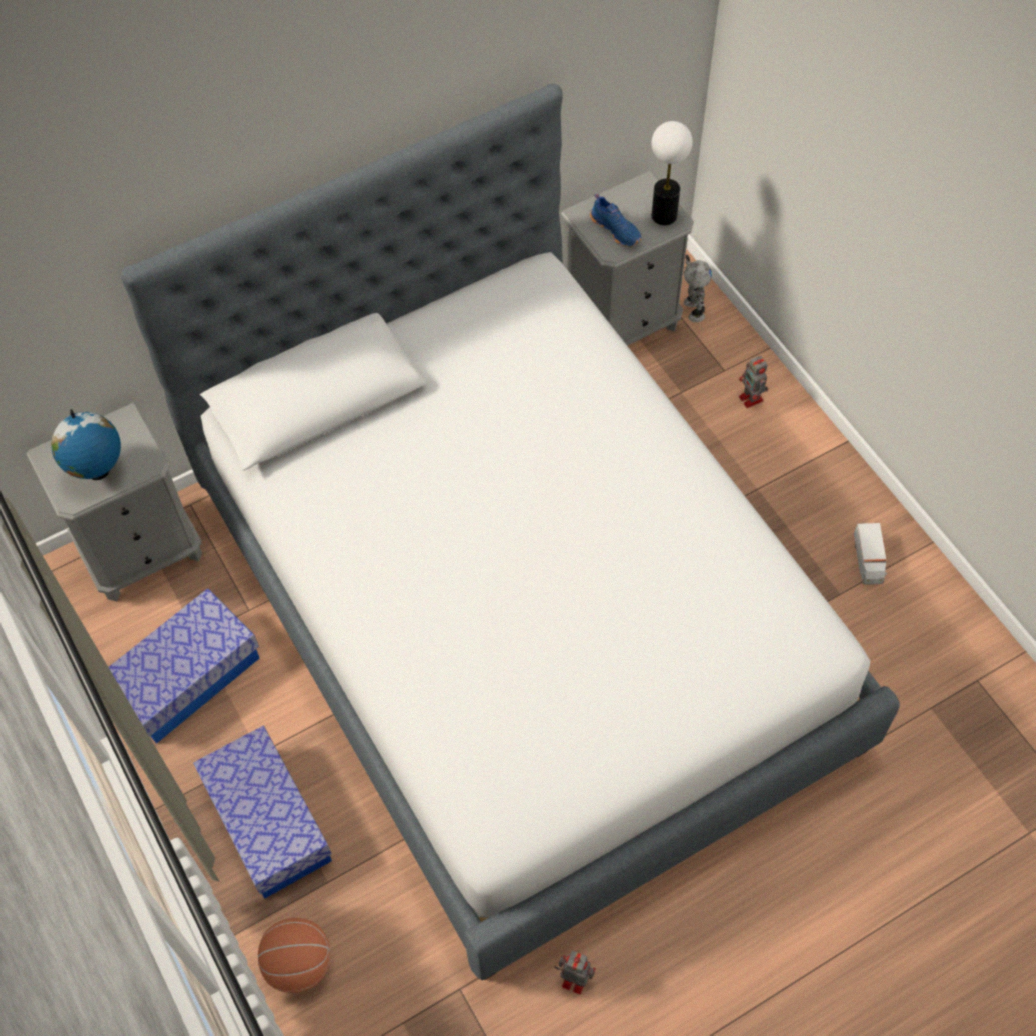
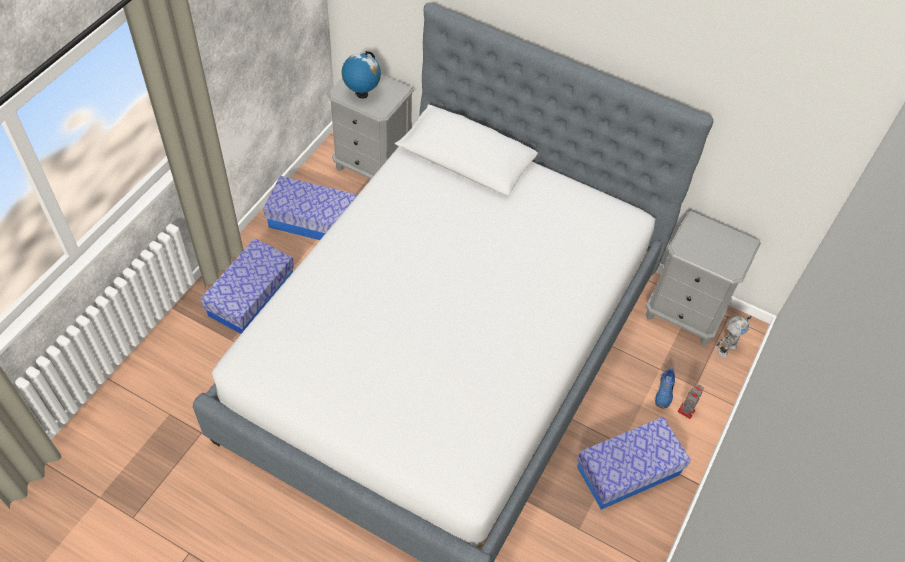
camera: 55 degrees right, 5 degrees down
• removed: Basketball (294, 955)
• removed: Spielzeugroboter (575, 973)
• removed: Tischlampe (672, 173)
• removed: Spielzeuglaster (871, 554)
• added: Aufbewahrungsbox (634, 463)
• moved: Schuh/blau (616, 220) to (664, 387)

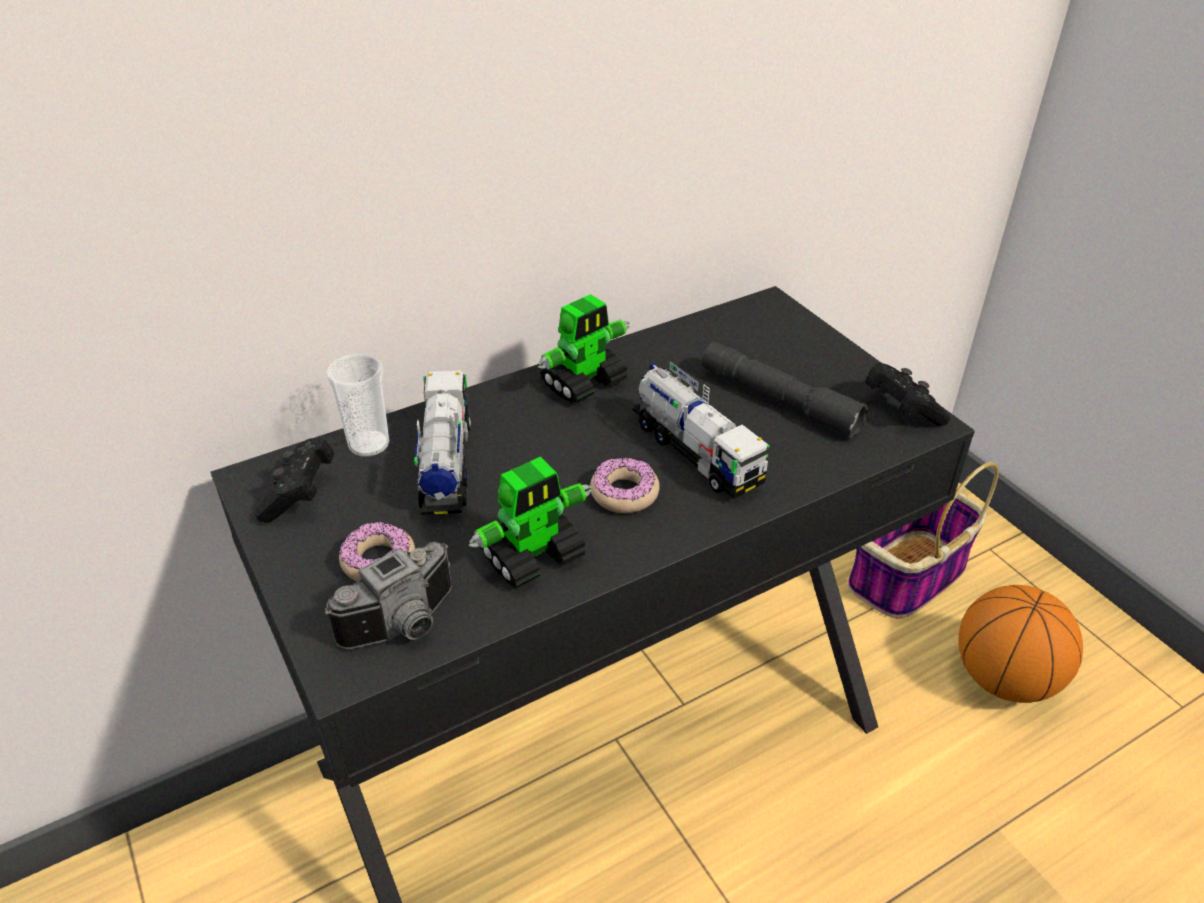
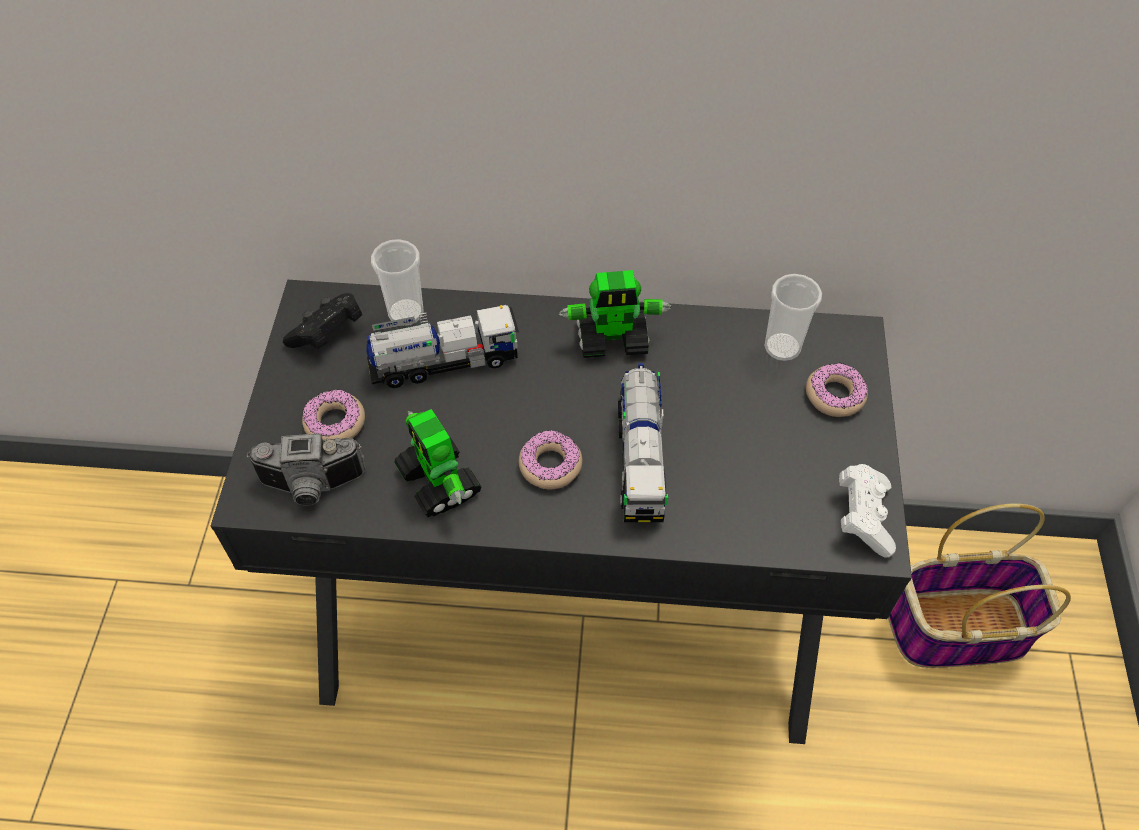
camera: 35 degrees right, 15 degrees up
• removed: Taschenlampe/grau (785, 390)
• removed: Basketball (1021, 644)
• added: Tasse (793, 317)
• added: Donut (837, 390)
• recoloured: Gamepad/schwarz (907, 394) to Gamepad/weiß (867, 511)
• turned: Spielzeuglaster (442, 442) = (443, 346) 45 degrees clockwise
• turned: Spielzeugroboter (530, 522) = (438, 463) 60 degrees clockwise

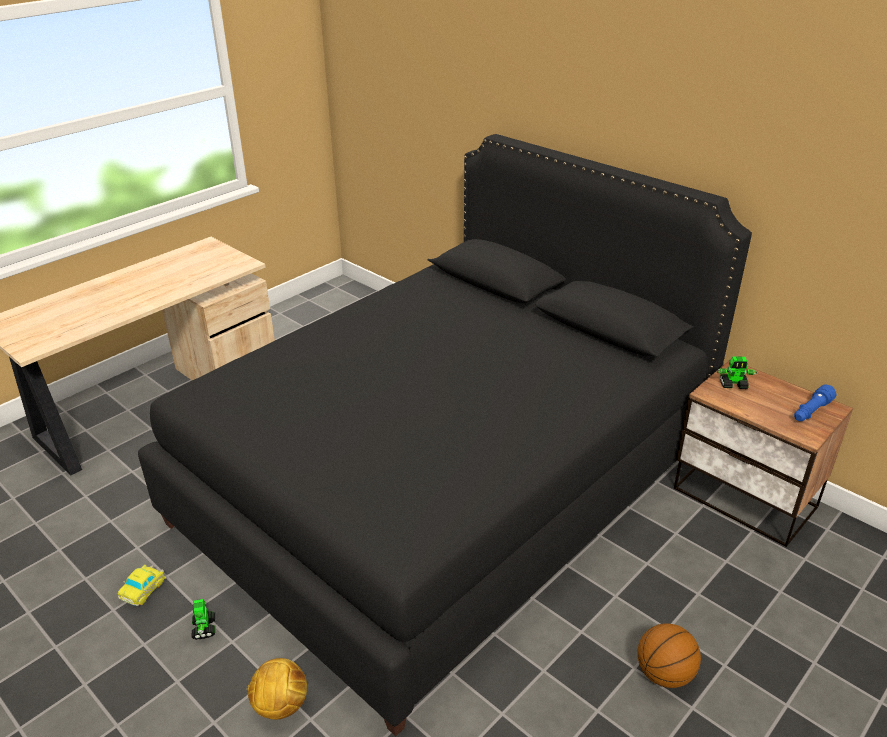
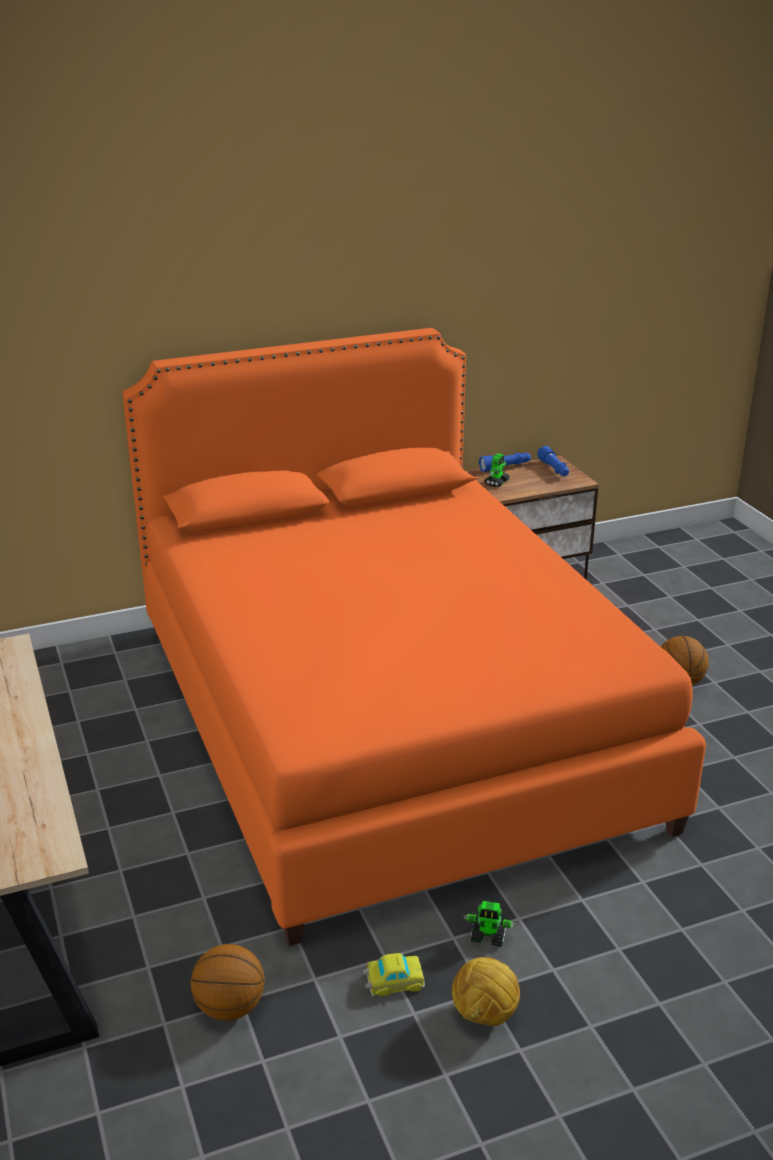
camera: 65 degrees left, 5 degrees down
• added: Basketball (228, 982)
• added: Taschenlampe/blau (505, 462)
• moved: Fußball (277, 689) to (486, 991)
• recoloured: Bett/schwarz (445, 435) to Bett/orange (414, 637)
• turned: Spielzeugauto (141, 585) = (394, 974) 60 degrees counterclockwise

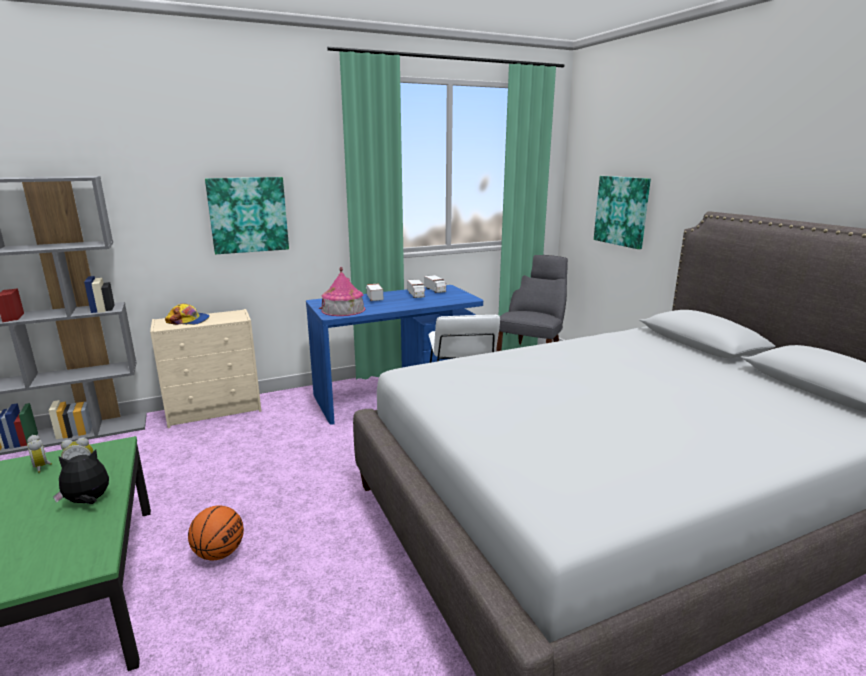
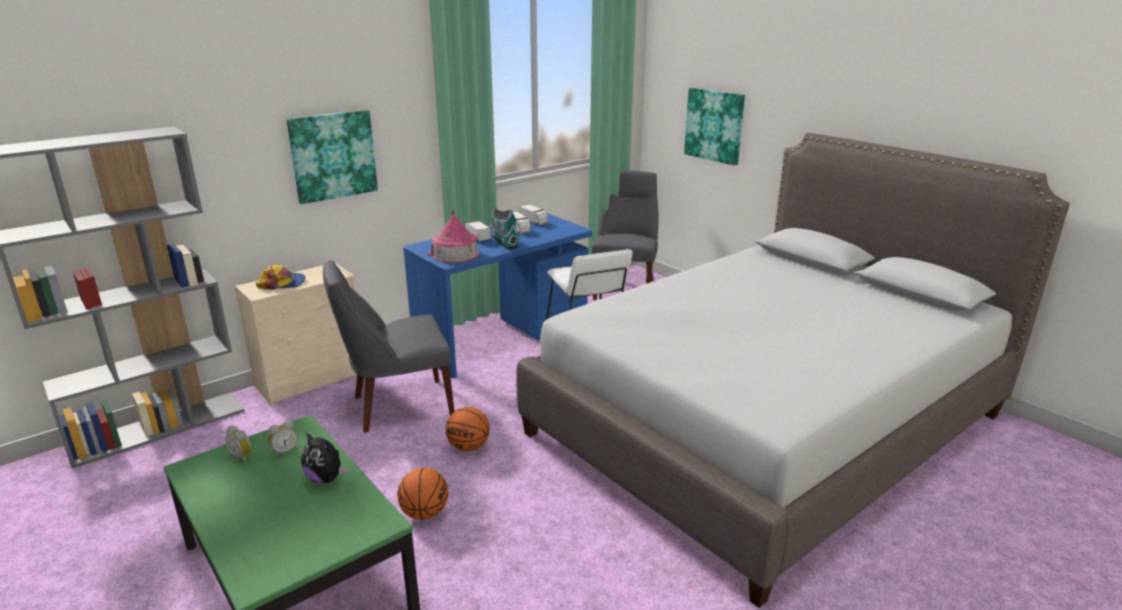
camera: 15 degrees left, 5 degrees up
• added: Stuhl/grau (388, 346)
• added: Basketball (467, 429)
• added: Spielzeughaus (504, 229)
• turned: Plüschtier (81, 477) = (324, 458) 105 degrees counterclockwise

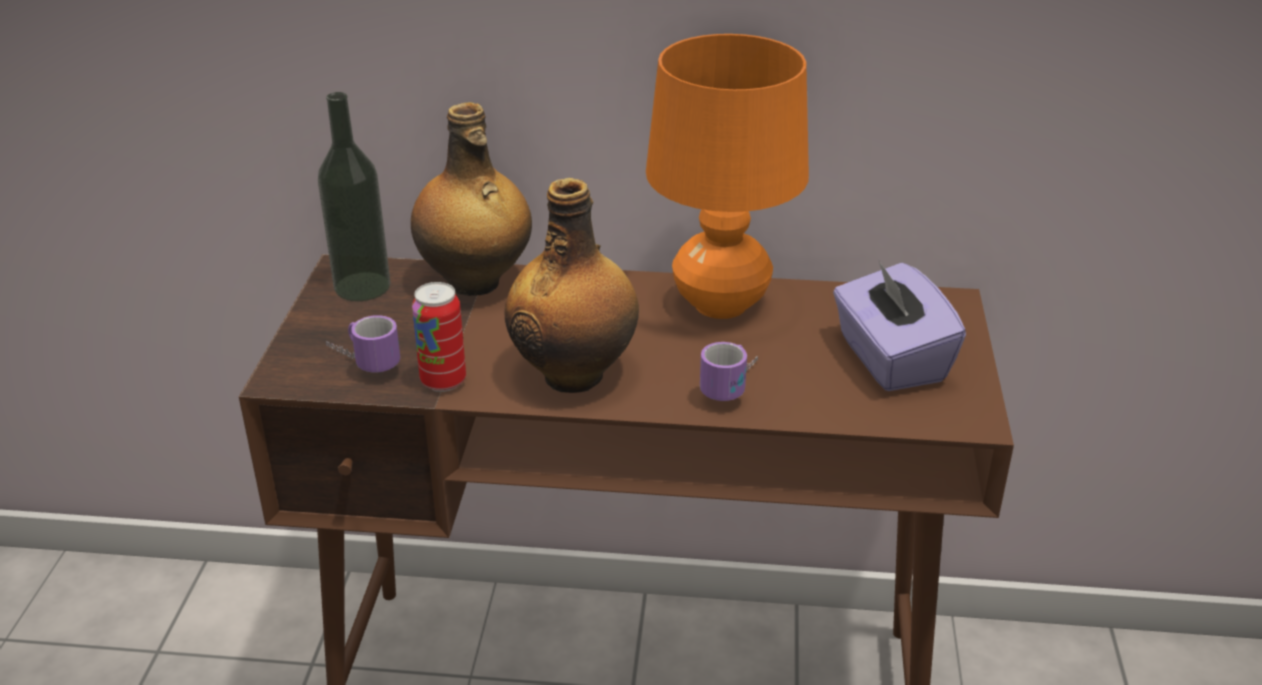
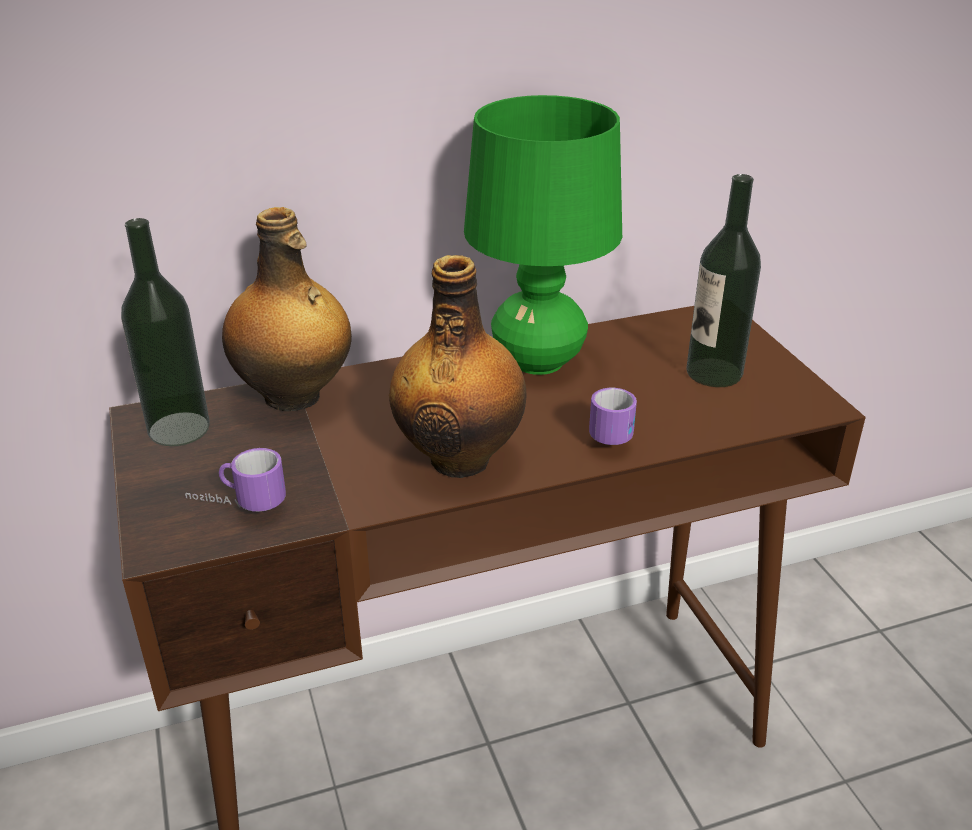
camera: 25 degrees left, 0 degrees up
• removed: Dose (439, 337)
• replaced: Taschentuchbox/lila (899, 325) to Flasche (723, 280)
• recoloured: Tischlampe/orange (727, 176) to Tischlampe/grün (543, 235)

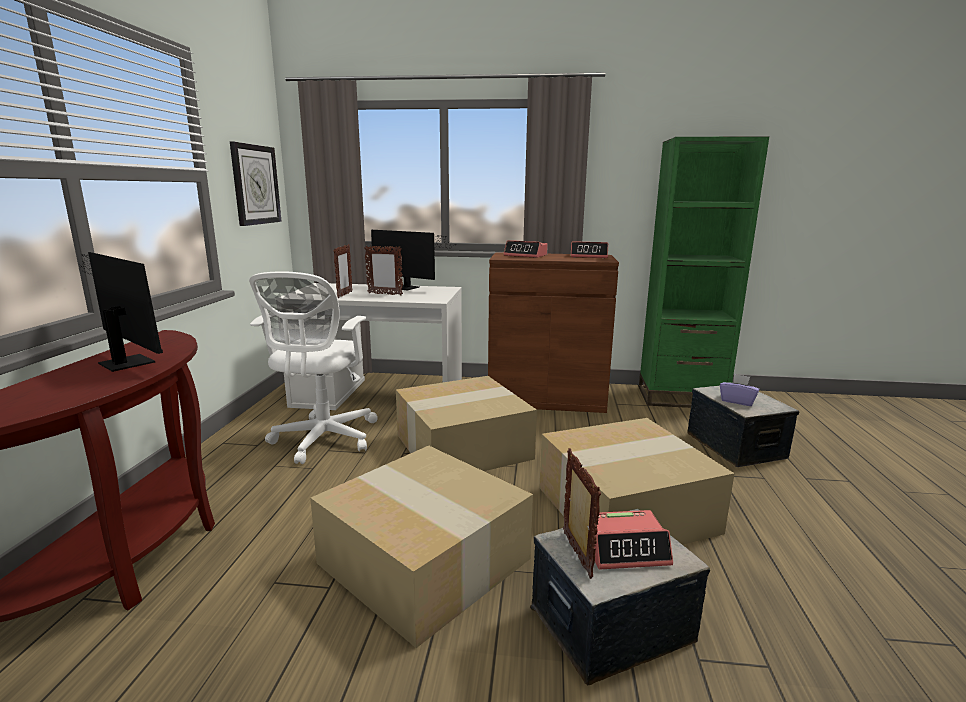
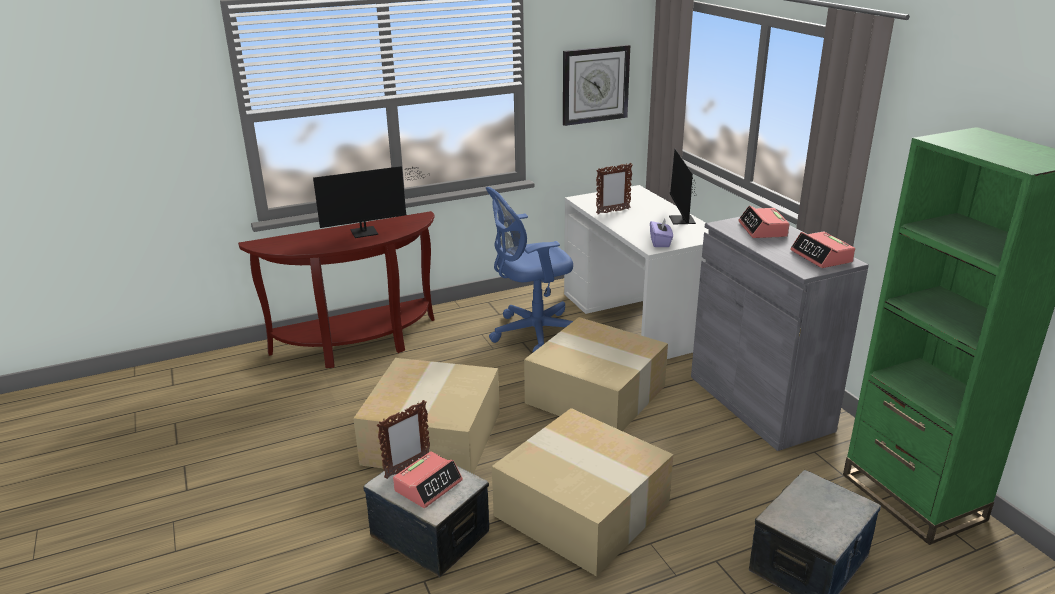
camera: 60 degrees right, 10 degrees up
• removed: Bilderrahmen (383, 270)
• moved: Taschentuchbox/lila (739, 390) to (661, 232)
• recoloured: Bürostuhl/weiß (313, 367) to Bürostuhl/blau (529, 269)
• recoloured: Schrank/braun (553, 332) to Schrank/grau (780, 333)
• turned: Monitor (122, 312) = (369, 202) 60 degrees clockwise
• turned: Wecker (633, 540) = (428, 479) 105 degrees counterclockwise

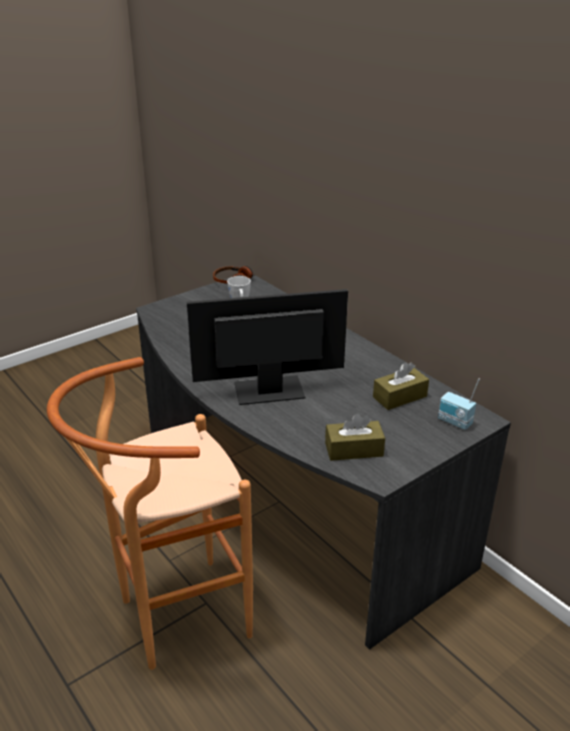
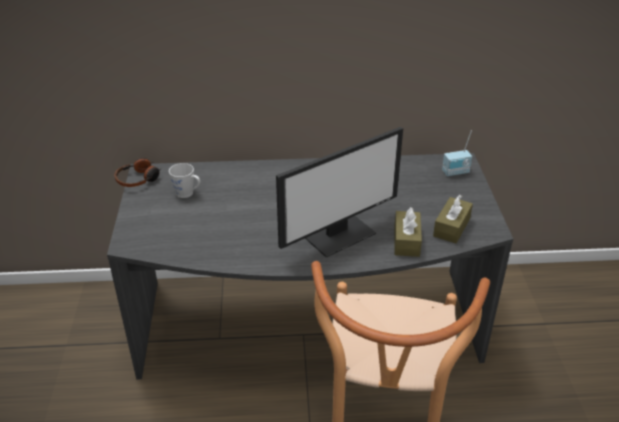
camera: 55 degrees left, 5 degrees up
• moved: Taschentuchbox/braun (401, 386) to (408, 232)
• turned: Monitor (267, 347) = (339, 192) 150 degrees counterclockwise

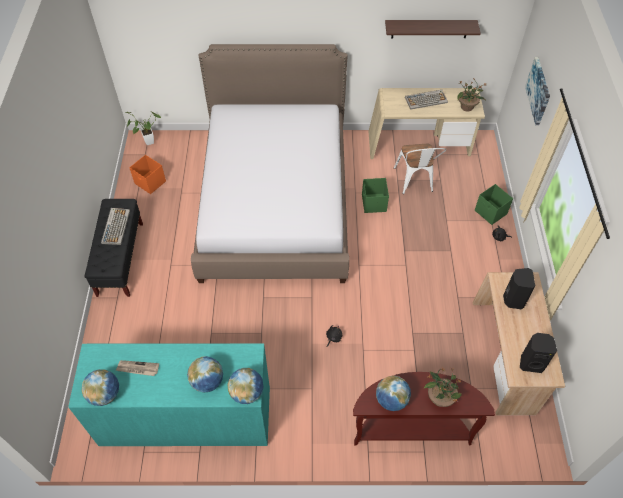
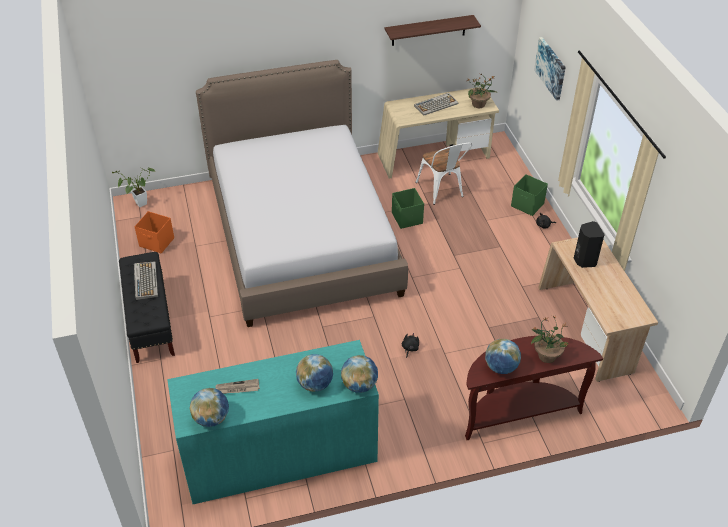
camera: 15 degrees left, 10 degrees down
• removed: Lautsprecher/schwarz (538, 353)

